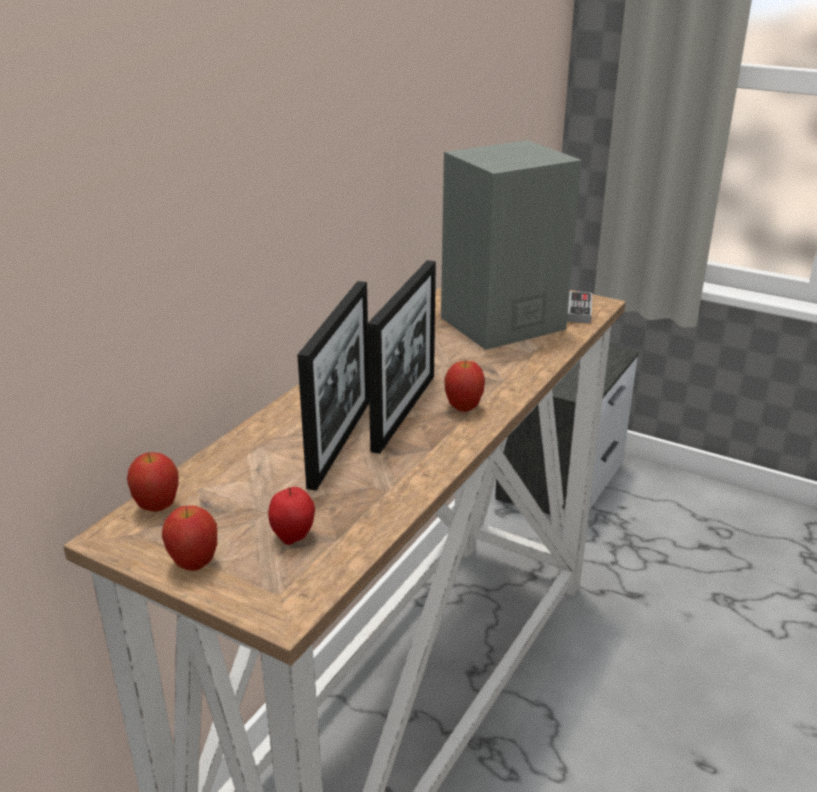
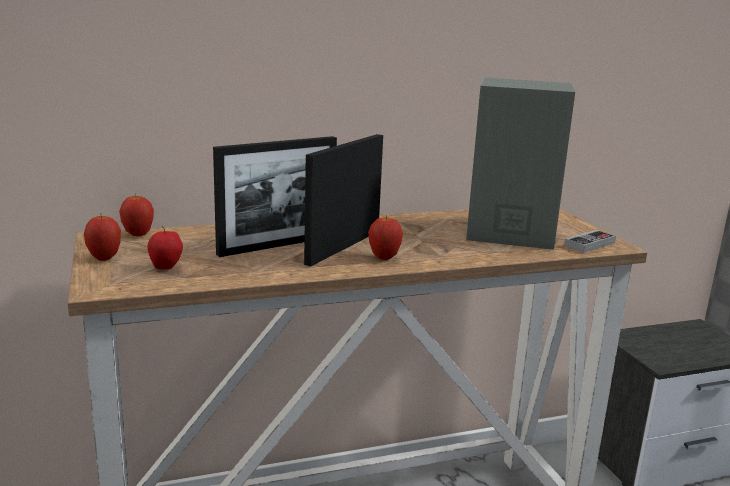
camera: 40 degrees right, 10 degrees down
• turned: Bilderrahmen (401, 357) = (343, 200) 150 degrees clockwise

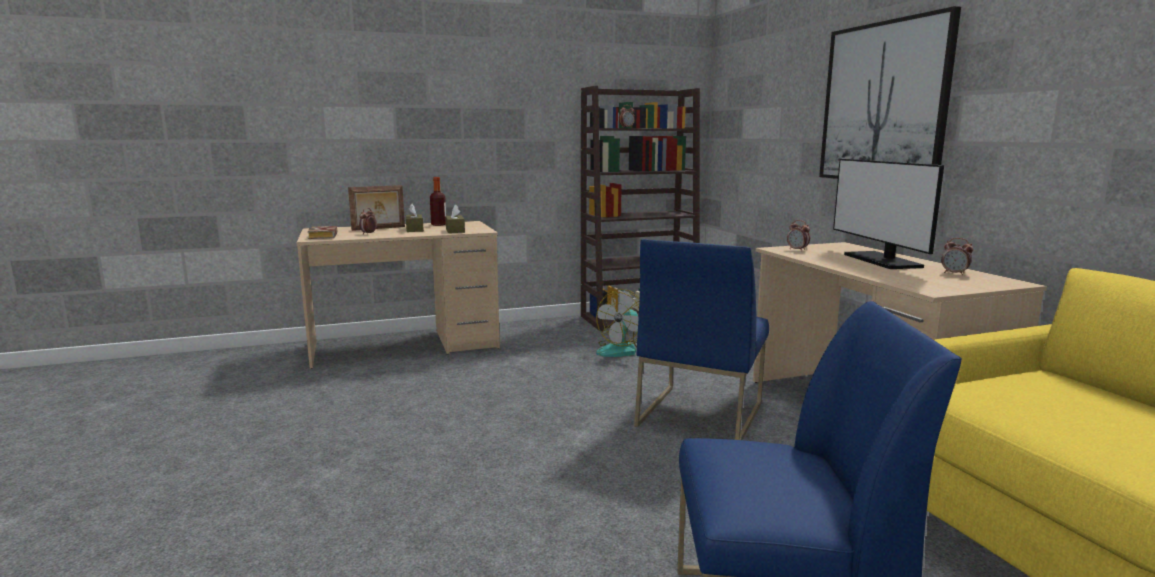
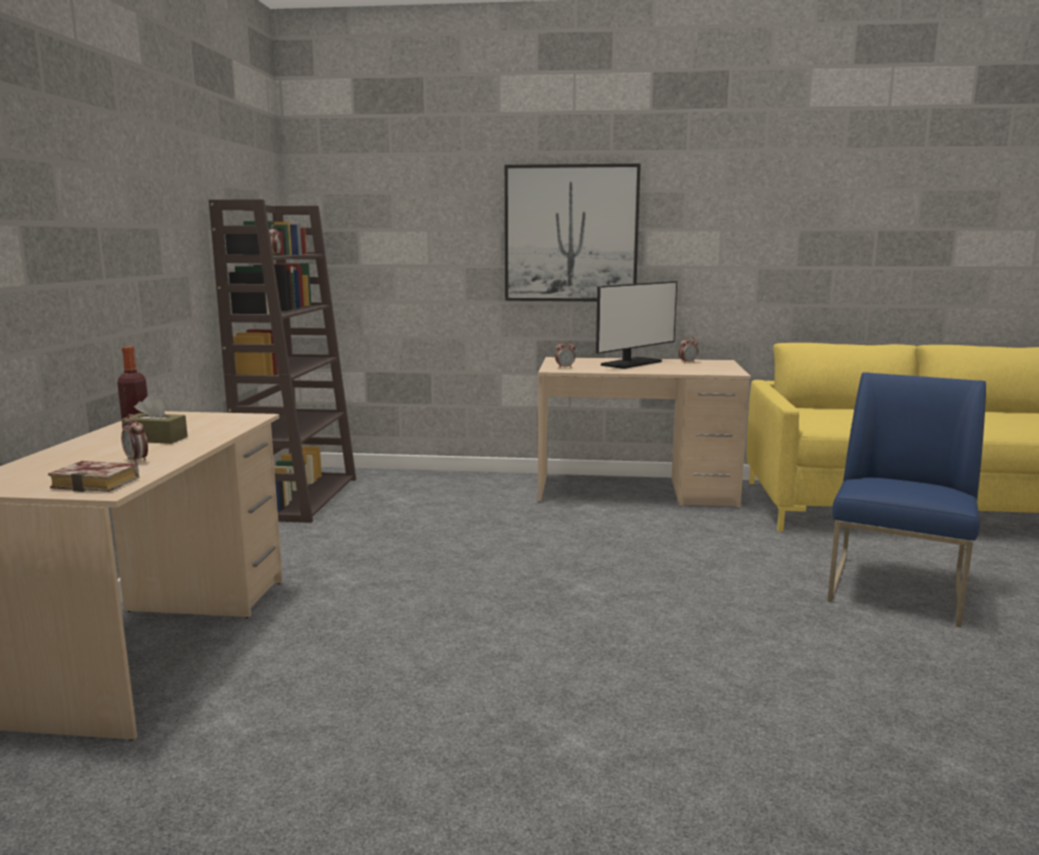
camera: 65 degrees left, 0 degrees up
• removed: Bilderrahmen (376, 208)
• removed: Taschentuchbox/braun (455, 218)
• removed: Ventilator (618, 323)
• removed: Stuhl/blau (701, 339)
• turned: Monitor (888, 214) = (636, 325) 60 degrees counterclockwise

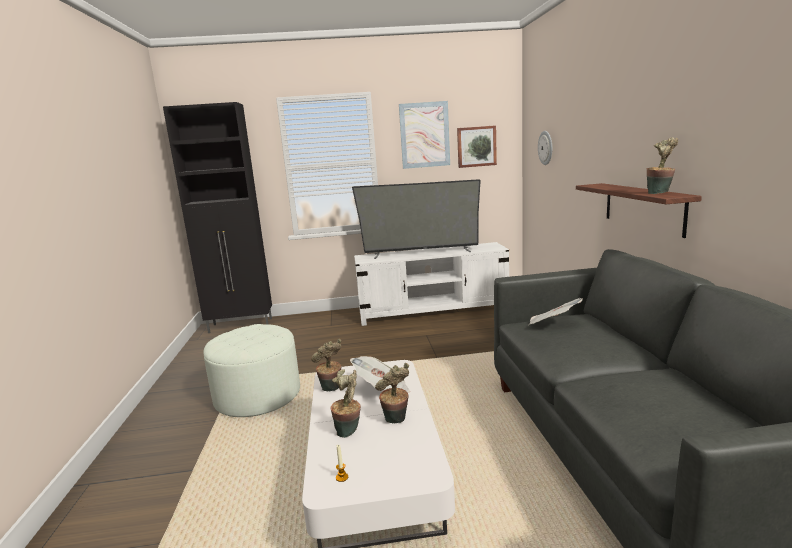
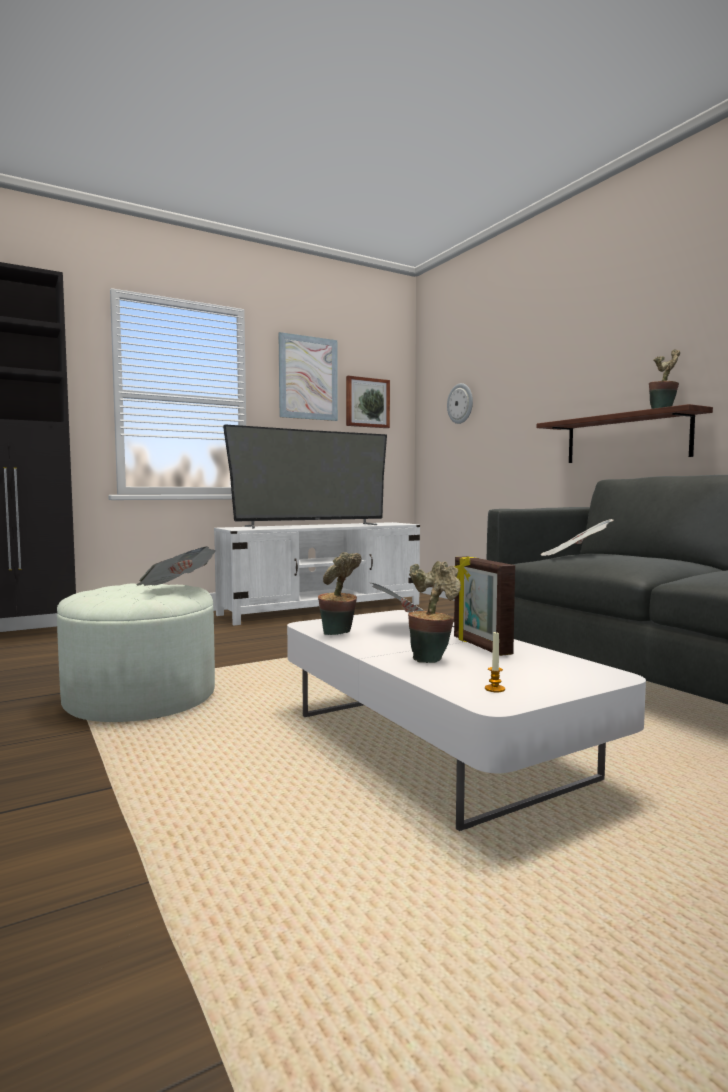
camera: 25 degrees left, 10 degrees down
• added: Zeitung (176, 566)
• replaced: Topfpflanze (392, 393) to Bilderrahmen (484, 606)

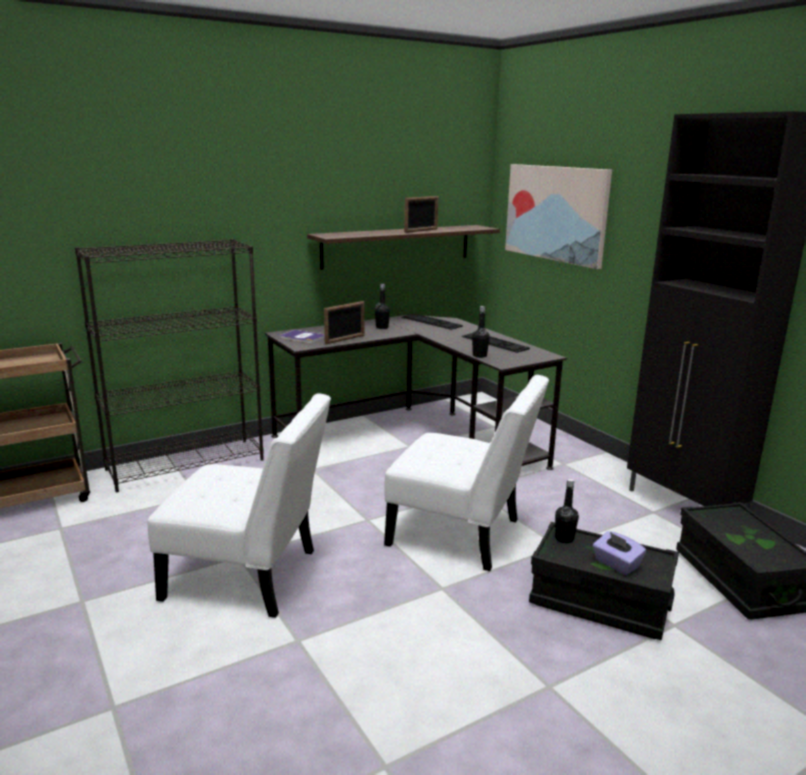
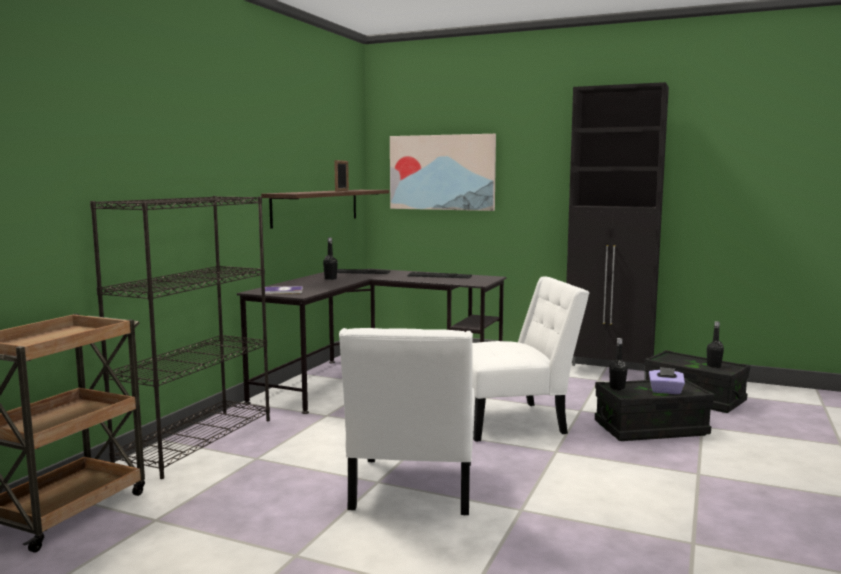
camera: 35 degrees left, 10 degrees down
• removed: Bilderrahmen (344, 322)
• moved: Flasche/schwarz (481, 332) to (715, 344)
• turned: Stuhl/weiß (239, 505) = (407, 421) 120 degrees clockwise

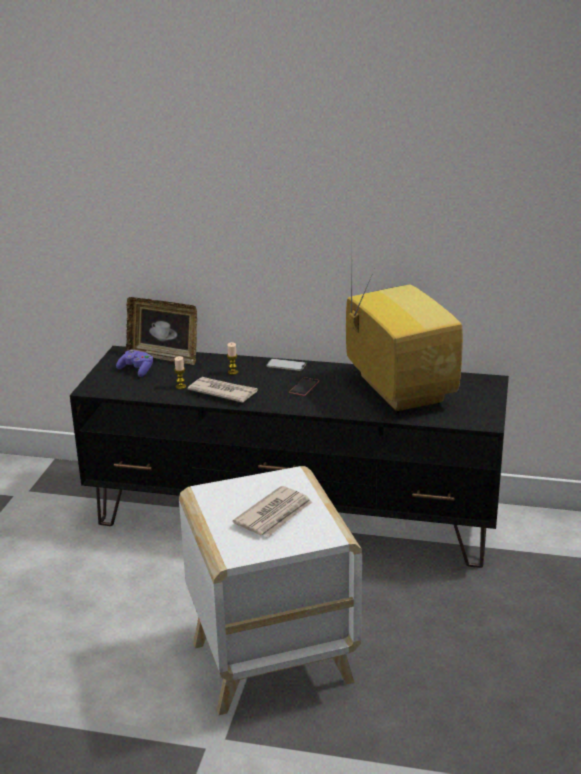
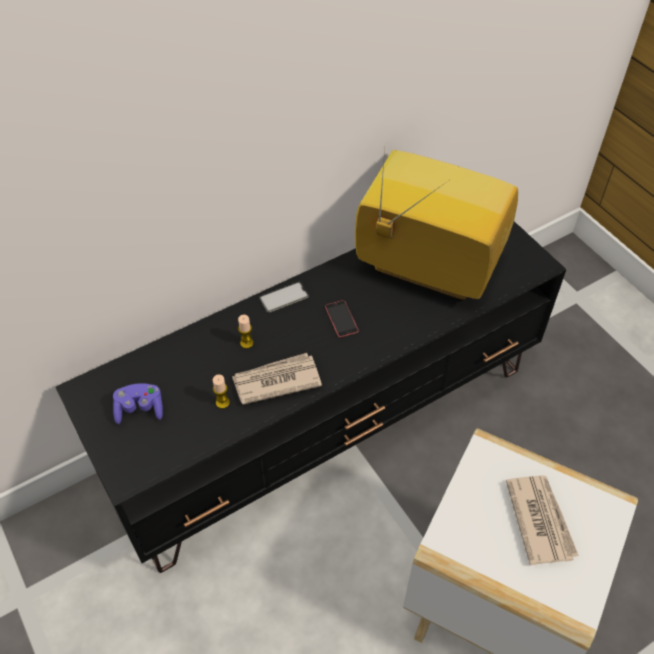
camera: 45 degrees left, 25 degrees up
• removed: Bilderrahmen (161, 331)

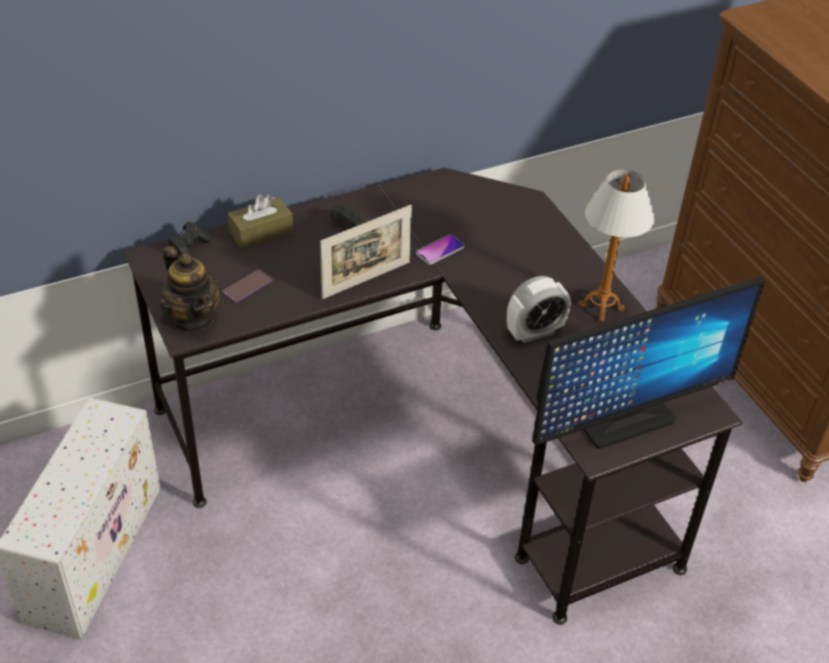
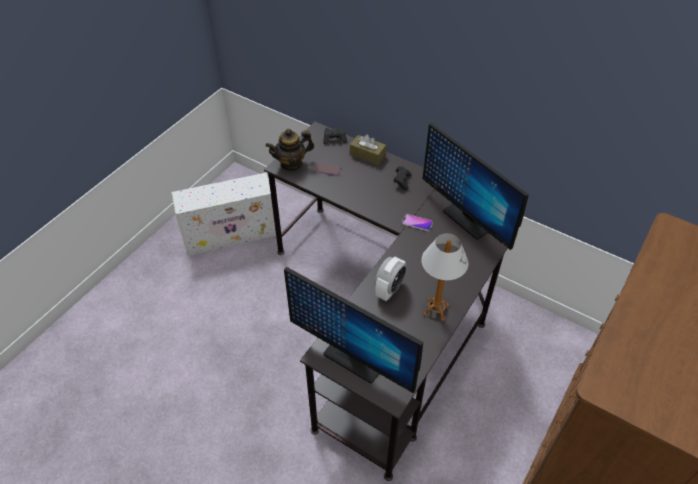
camera: 60 degrees right, 5 degrees up
• removed: Bilderrahmen (366, 252)
• added: Monitor (475, 186)
• turned: Teekanne (189, 288) = (290, 150) 45 degrees clockwise
• turned: Wecker (539, 309) = (391, 278) 90 degrees counterclockwise

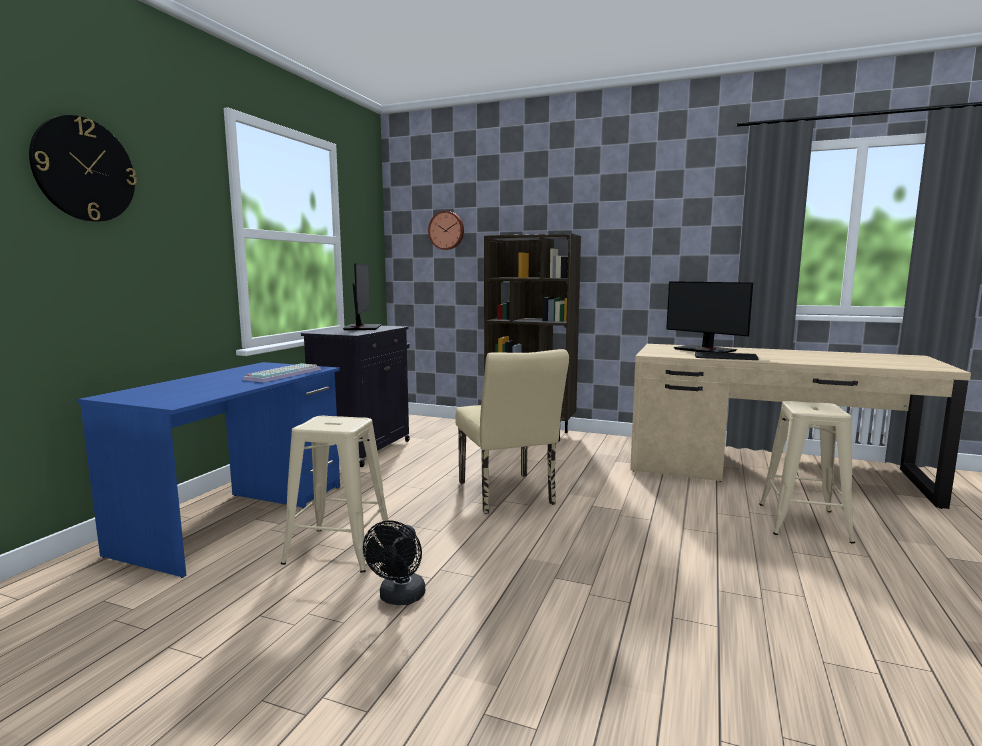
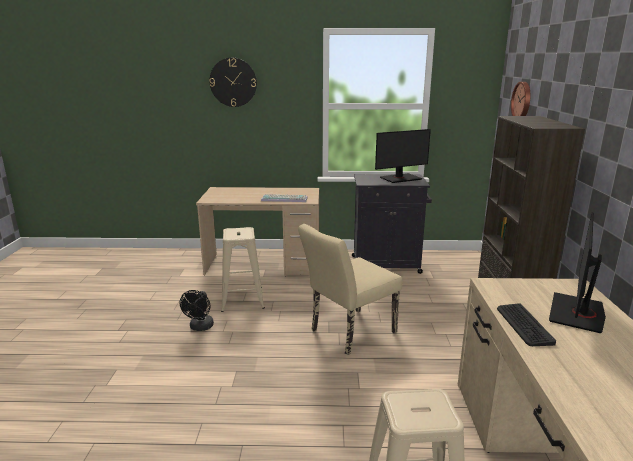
camera: 70 degrees right, 10 degrees up
• recoloured: Schreibtisch/blau (209, 470) to Schreibtisch/beige (257, 231)
• turned: Ventilator/schwarz (394, 562) = (197, 310) 75 degrees counterclockwise

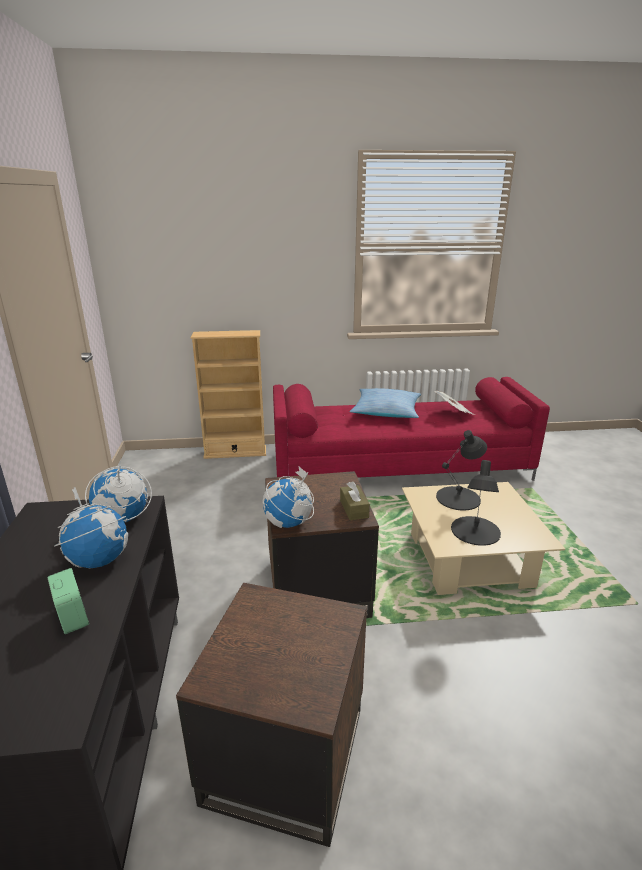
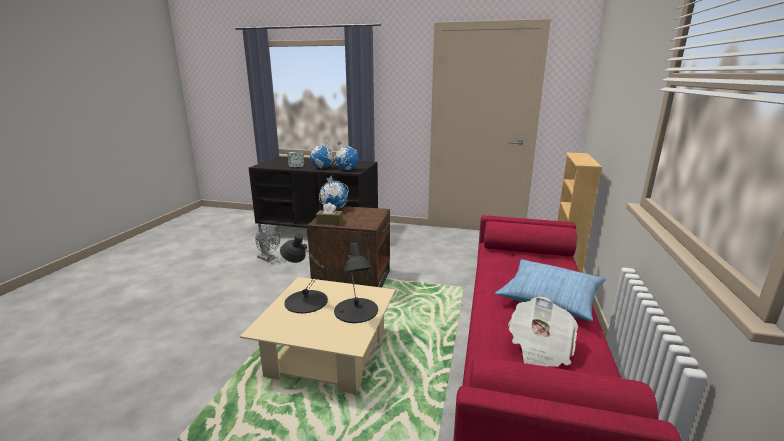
camera: 110 degrees right, 5 degrees down
• replaced: Beistelltisch/braun (271, 715) to Ventilator/grau (267, 243)

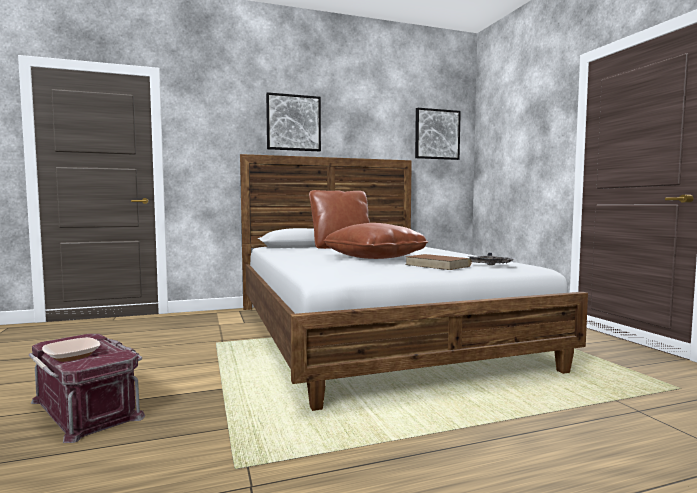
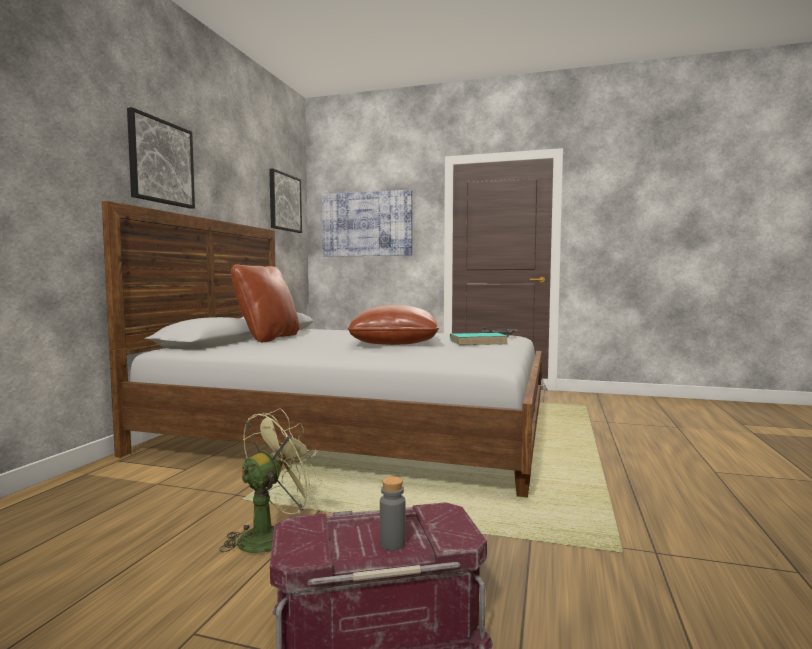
camera: 55 degrees left, 0 degrees up
• added: Ventilator/grün (271, 480)
• added: Bild (367, 223)
• replaced: Schüssel (71, 349) to Flasche/grau (393, 513)
• recoloured: Buch/braun (438, 262) to Buch/türkis (478, 339)

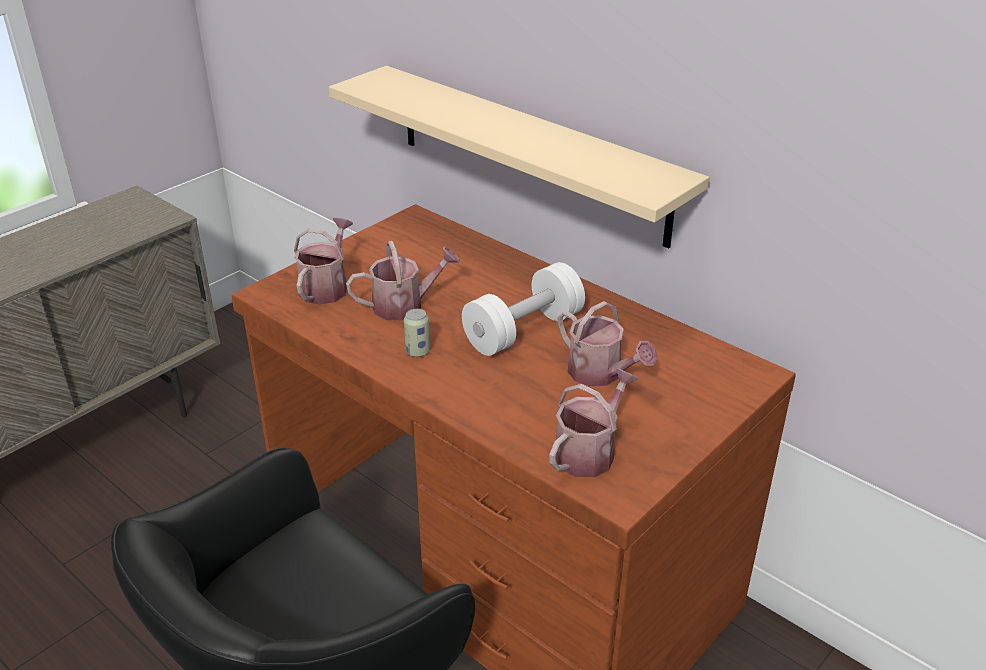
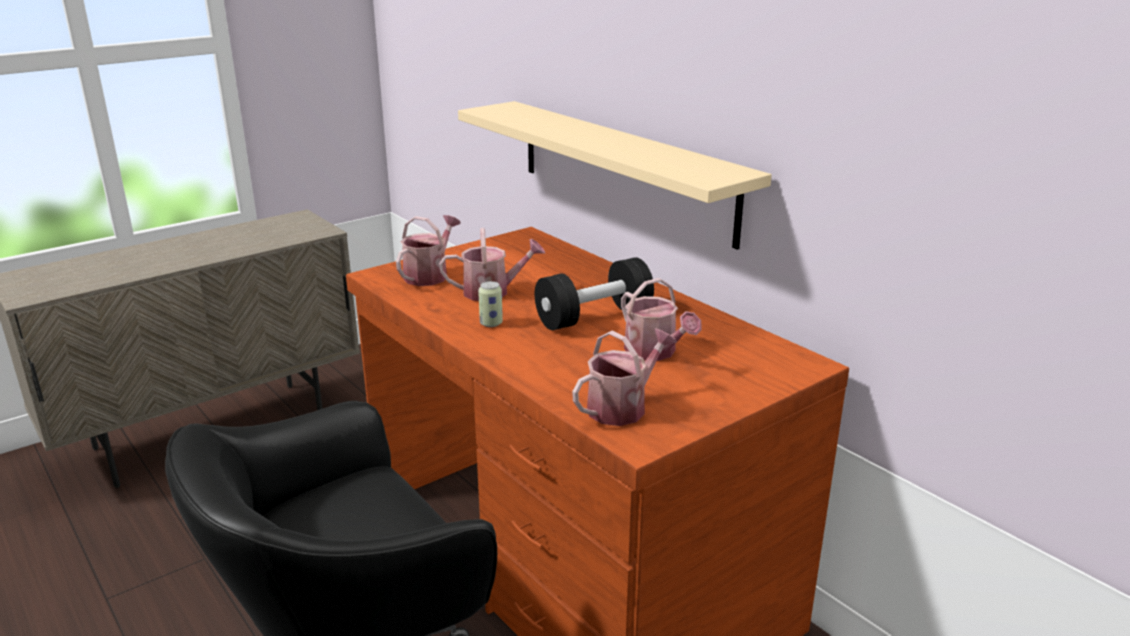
camera: 10 degrees right, 10 degrees down
• recoloured: Hantel/weiß (523, 309) to Hantel/schwarz (594, 293)

